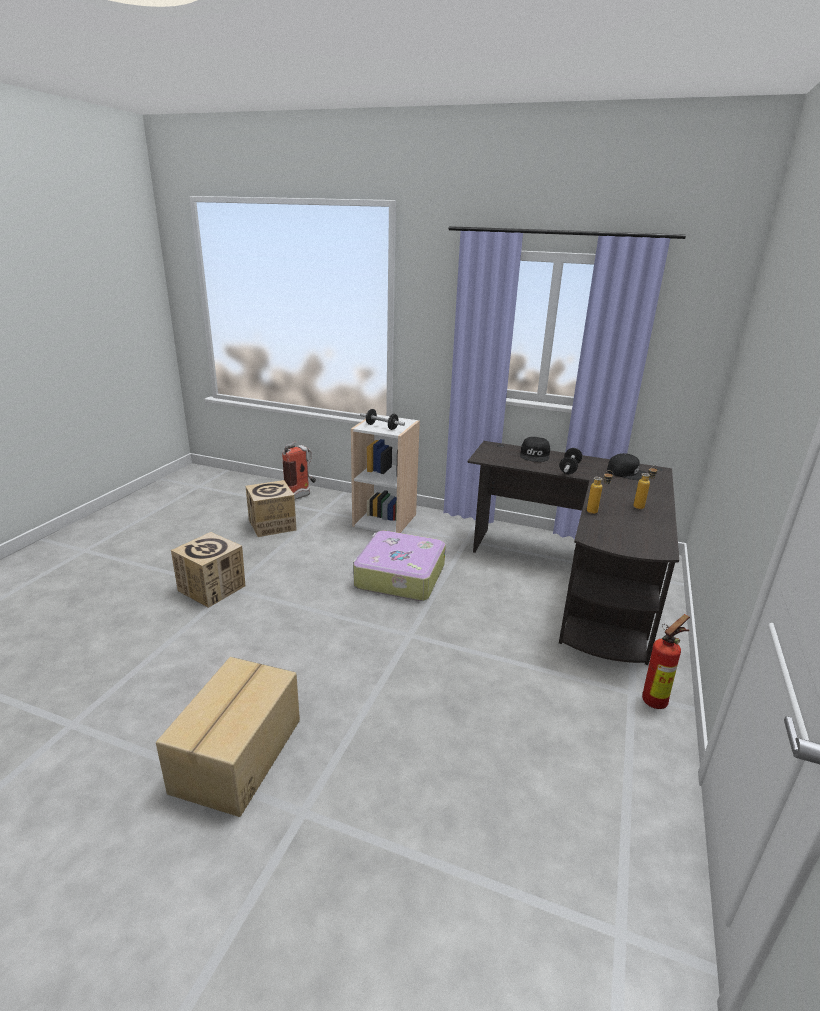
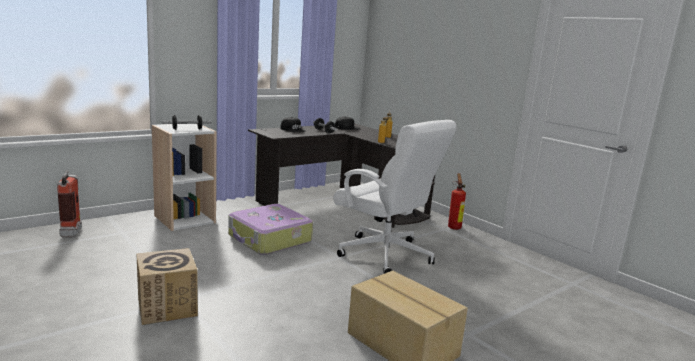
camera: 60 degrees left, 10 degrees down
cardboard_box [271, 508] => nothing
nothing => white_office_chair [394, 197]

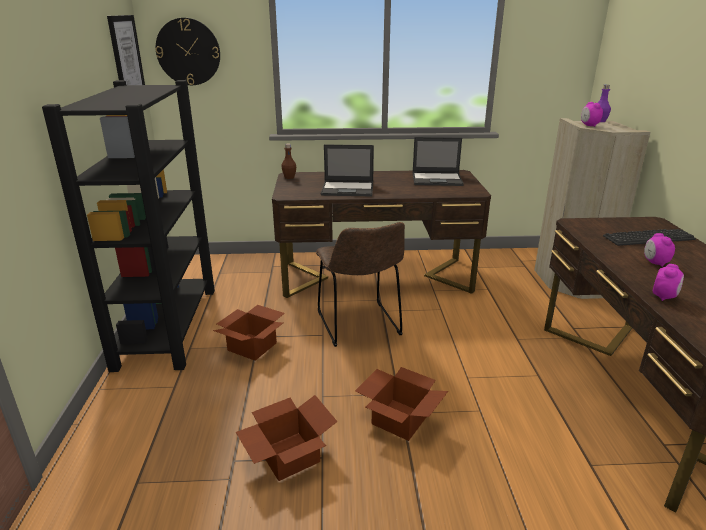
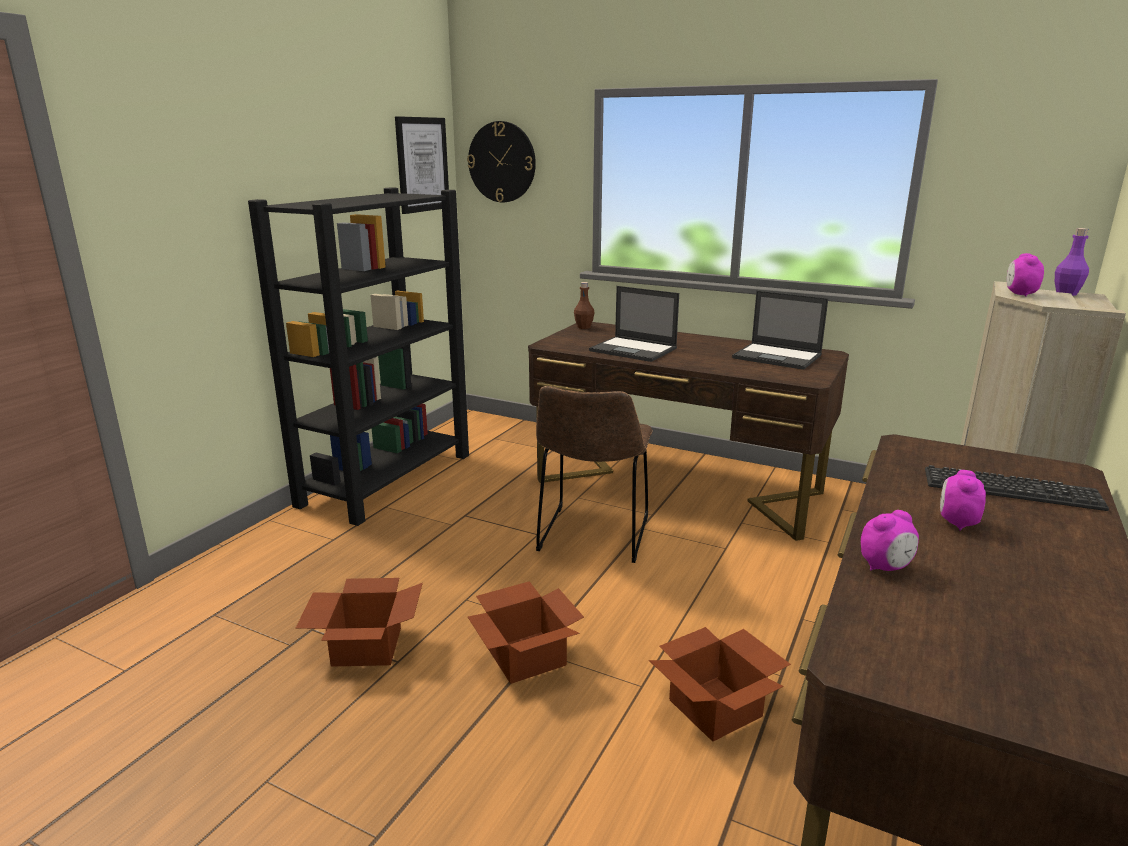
camera: 30 degrees right, 5 degrees down
cardboard_box [249, 333] => cardboard_box [720, 684], shifted

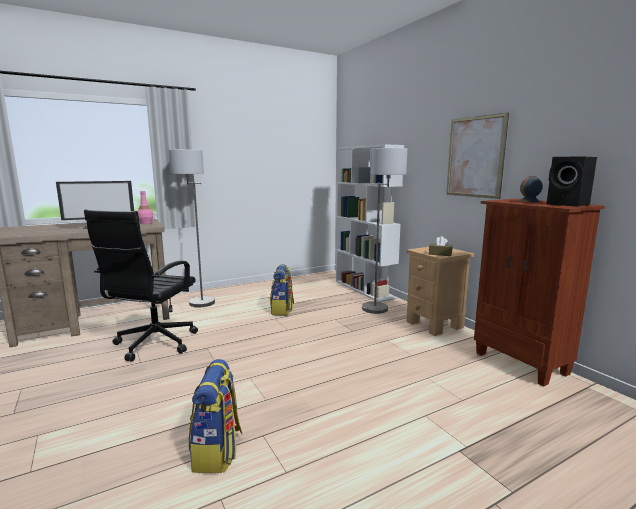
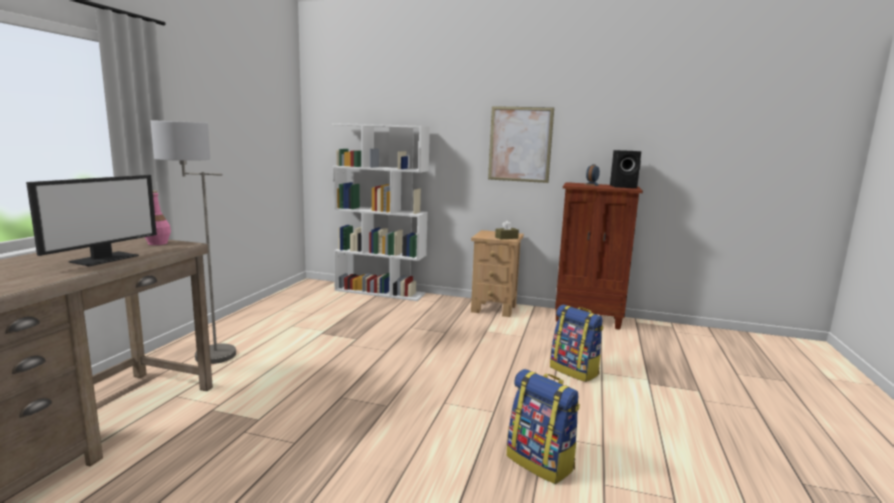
camera: 45 degrees left, 0 degrees up
black_office_chair [141, 285] => nothing
backpack [282, 289] => backpack [576, 343], shifted
grey_floor_lamp [384, 231] => nothing

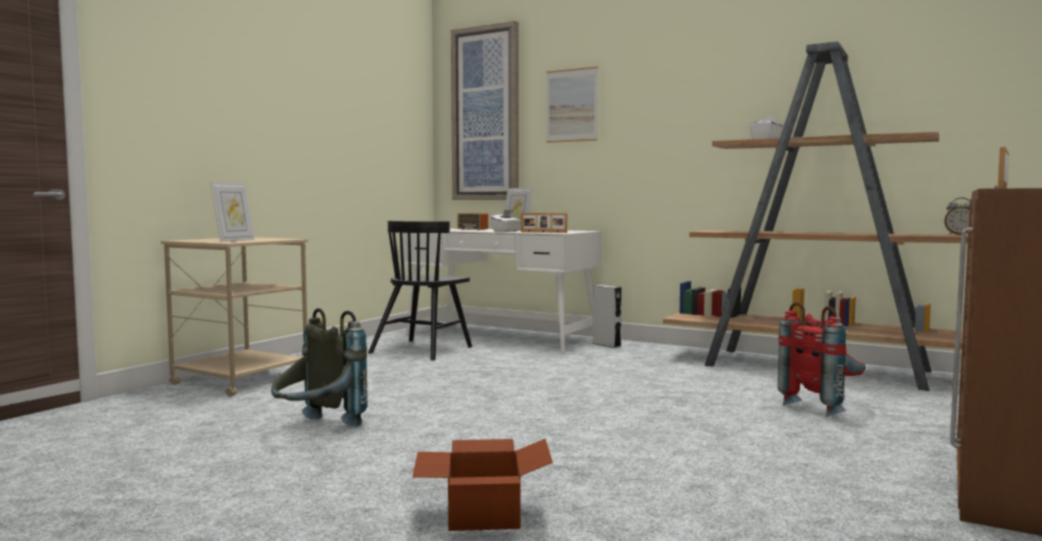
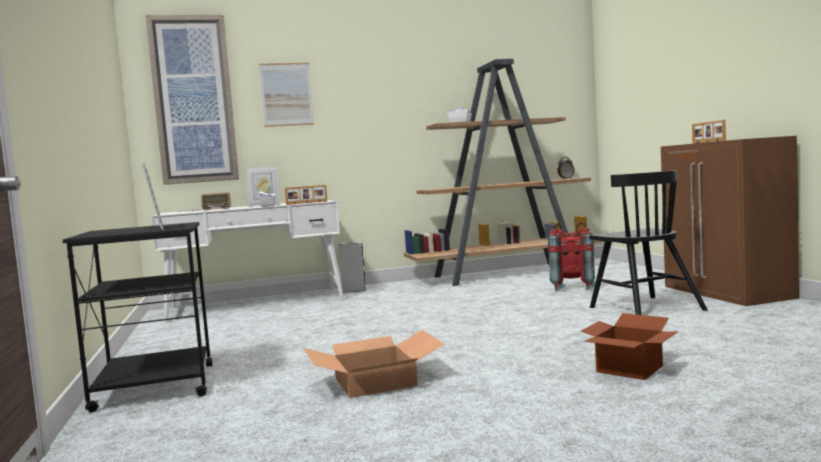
camera: 45 degrees left, 0 degrees up
beige_cart [234, 317] => black_cart [137, 317]
grey_backpack [319, 367] => cardboard_box [374, 364]
black_chair [420, 291] => black_chair [648, 242], shifted

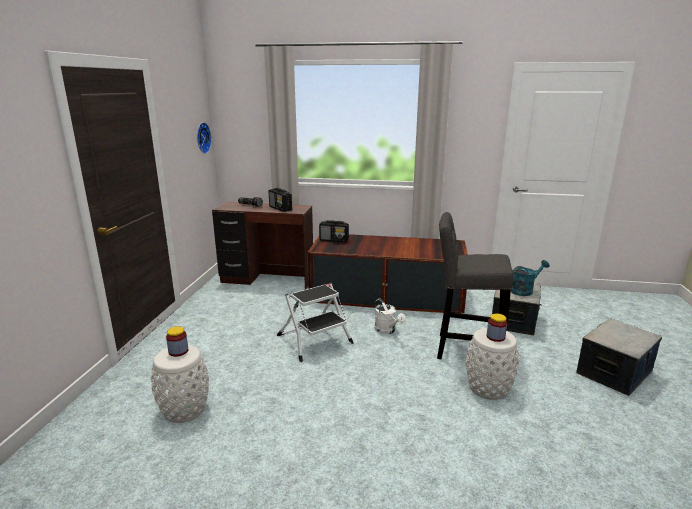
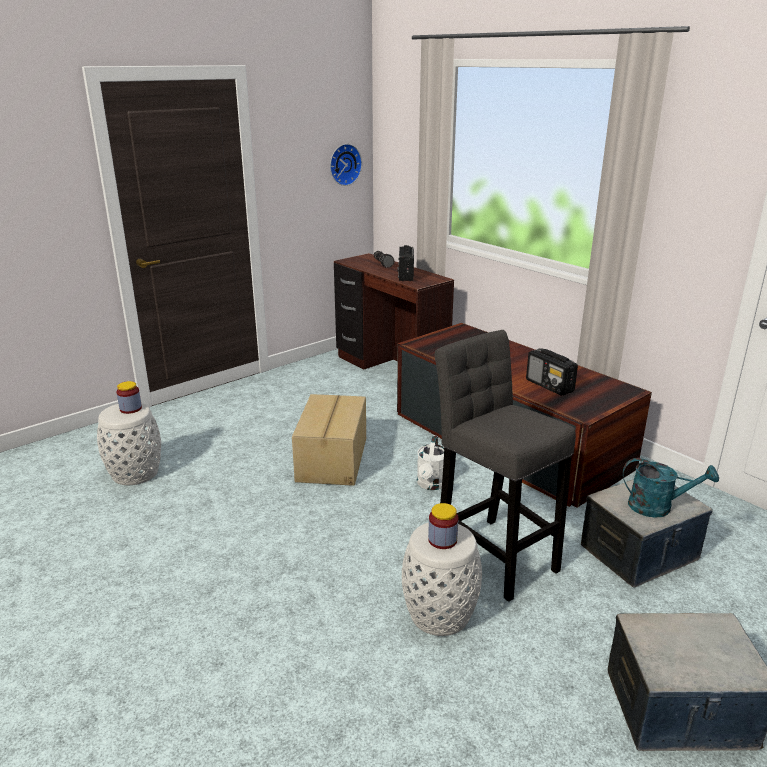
camera: 40 degrees right, 5 degrees up
step_ladder [315, 322] => cardboard_box [329, 440]
radio [334, 231] => radio [552, 372], shifted

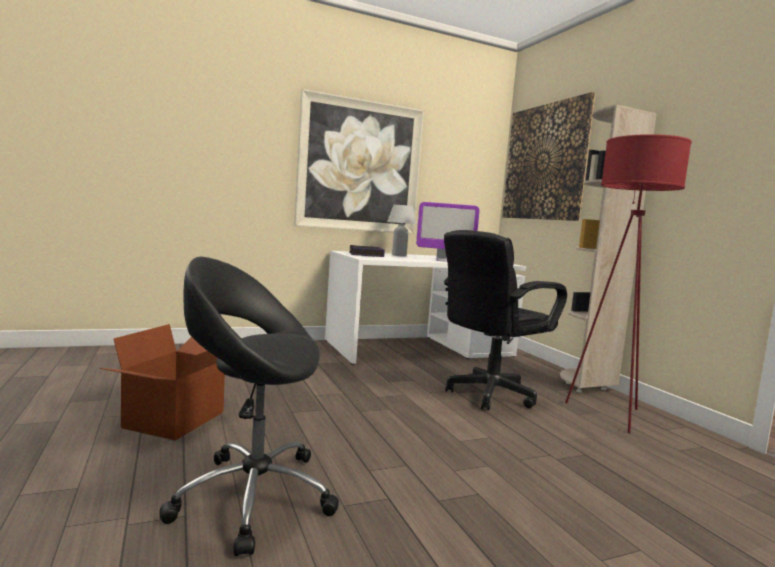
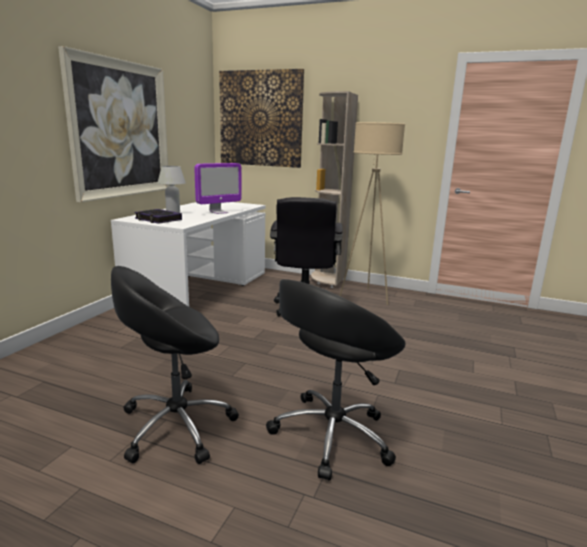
camera: 45 degrees left, 10 degrees up
cardboard_box [162, 382] => black_office_chair [175, 365]
red_floor_lamp [628, 283] => beige_floor_lamp [372, 213]

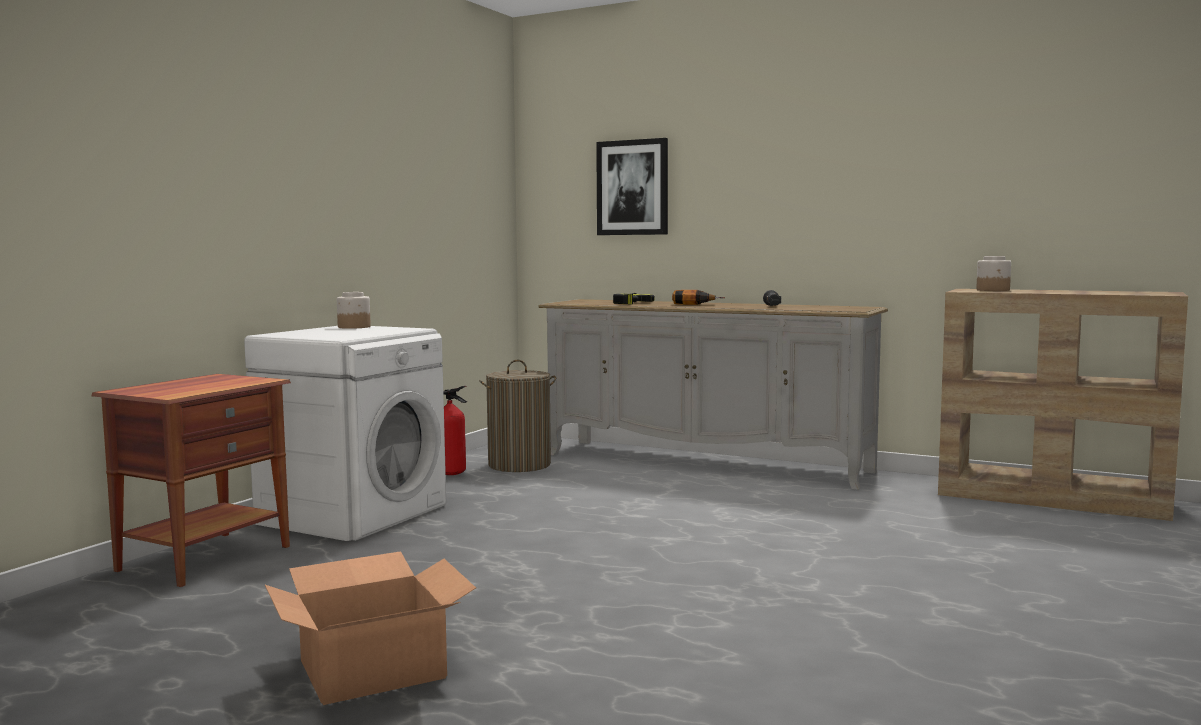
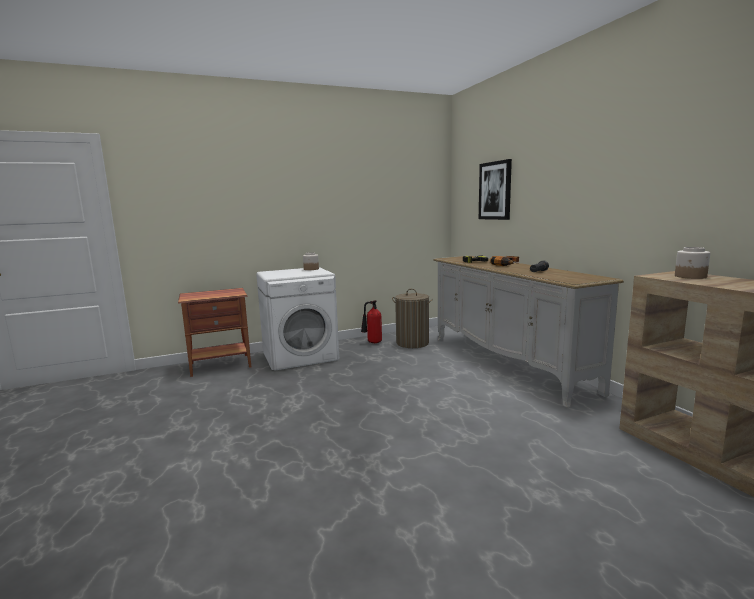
camera: 40 degrees right, 5 degrees up
cardboard_box [370, 628] => nothing

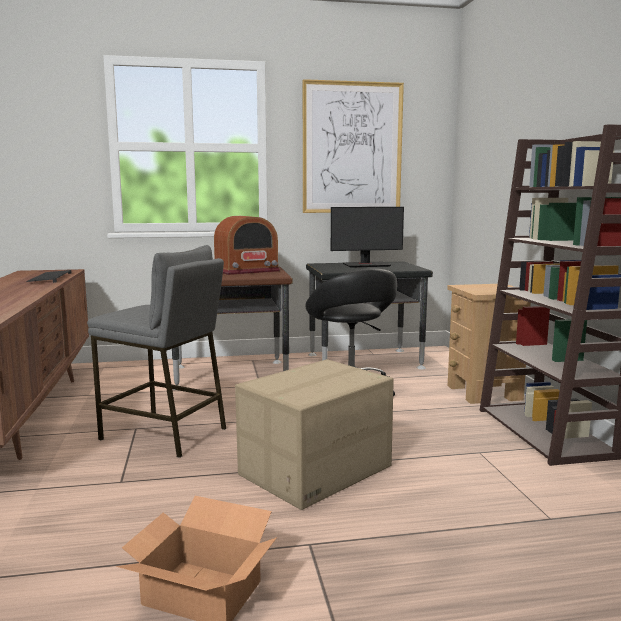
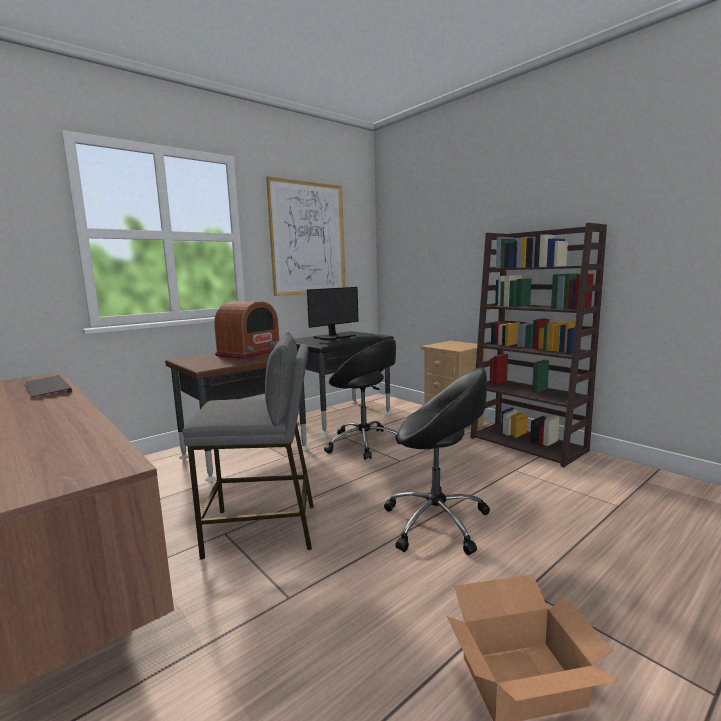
camera: 30 degrees left, 0 degrees up
cardboard_box [314, 434] => black_office_chair [437, 461]

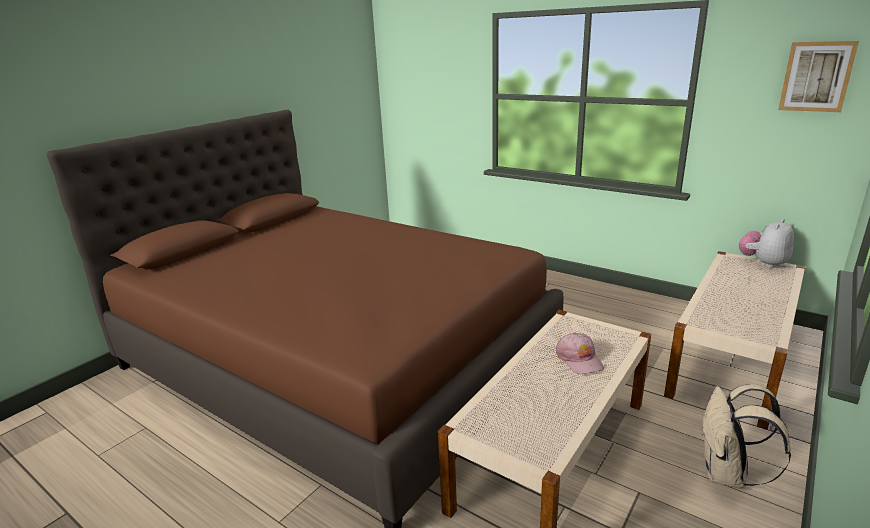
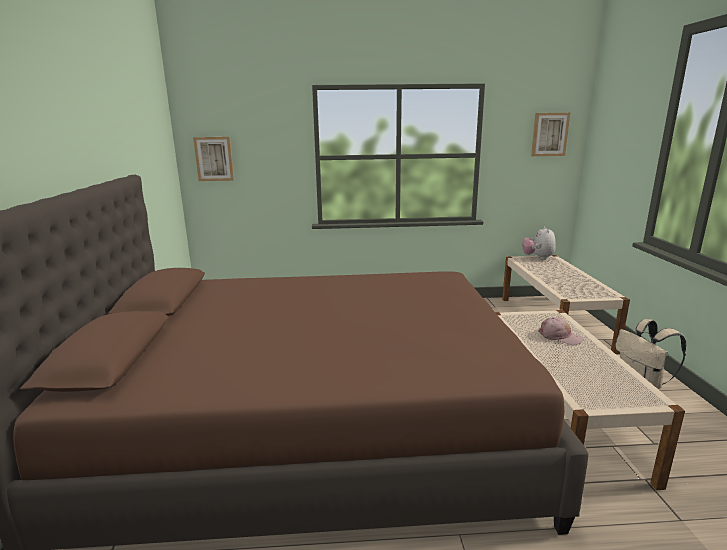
camera: 40 degrees left, 5 degrees down
nothing => picture [213, 159]

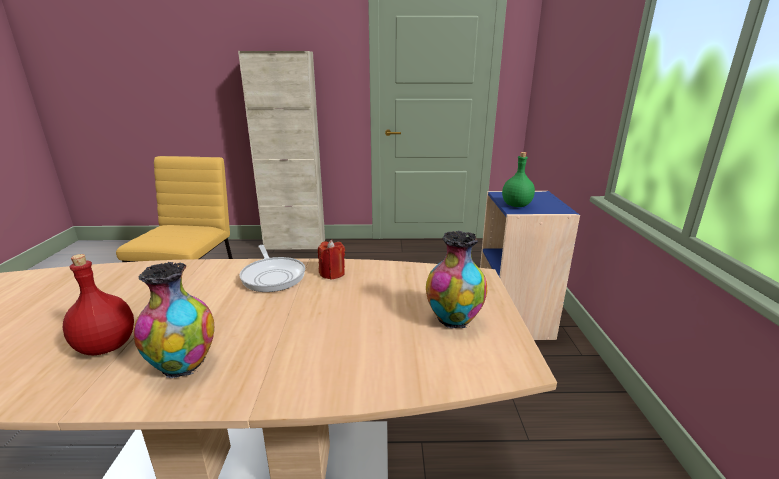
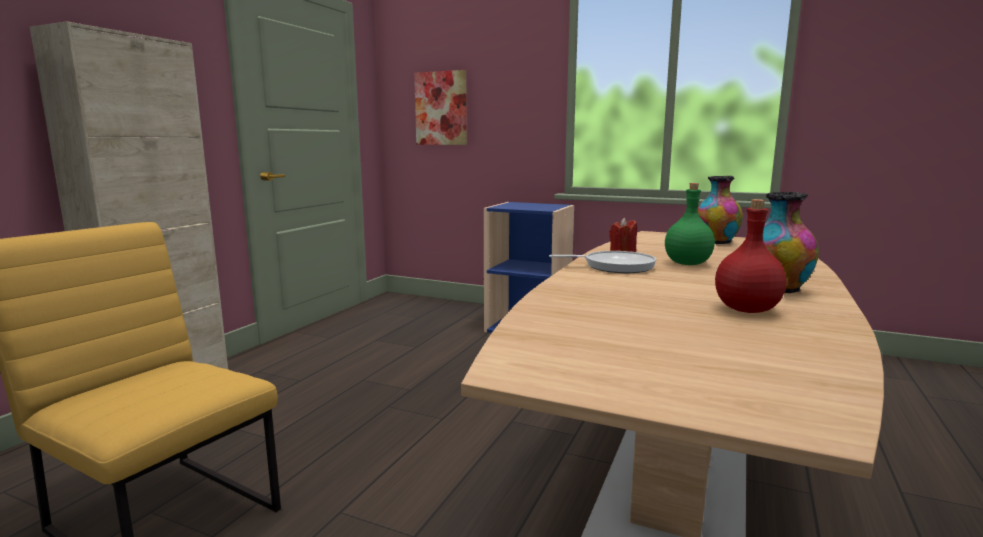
camera: 65 degrees left, 10 degrees down
green_bottle [518, 179] => green_bottle [690, 224], shifted
nothing => picture [440, 107]

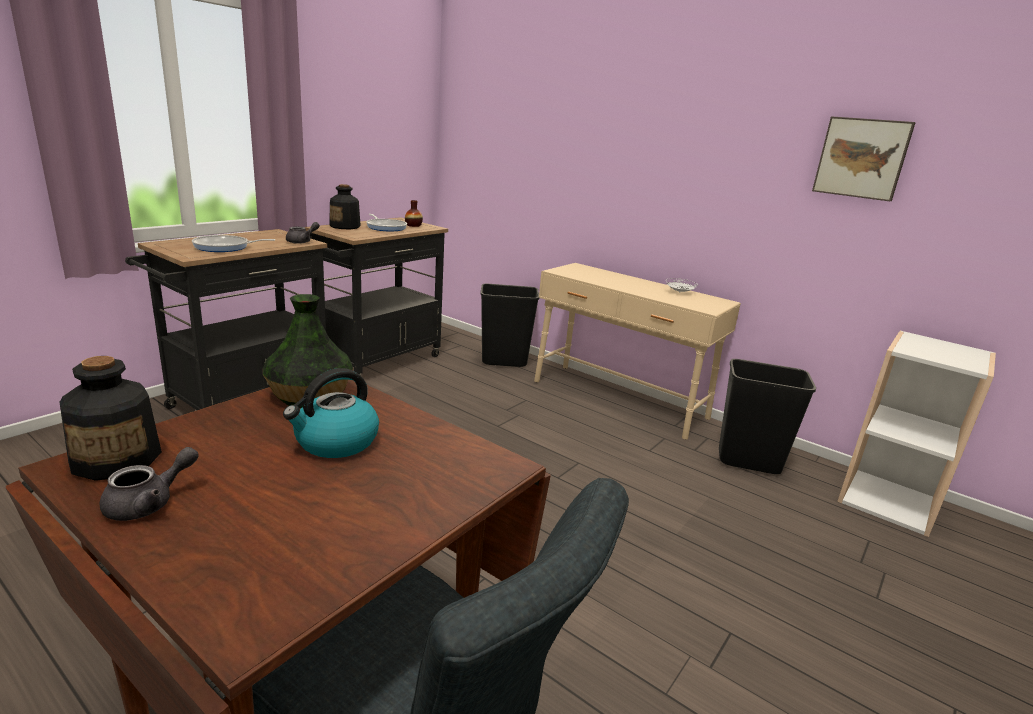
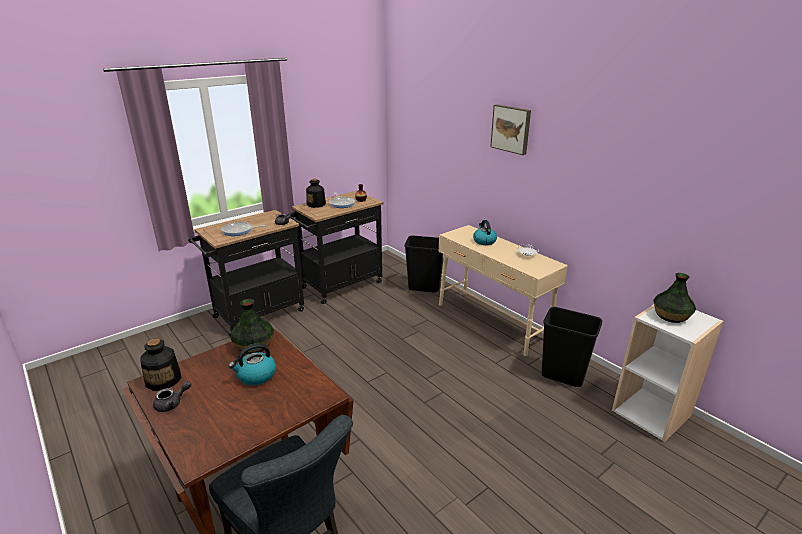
camera: 15 degrees right, 5 degrees up
picture [864, 158] => picture [510, 129], shifted
nothing => kettle [485, 232]
nothing => vase [674, 298]

